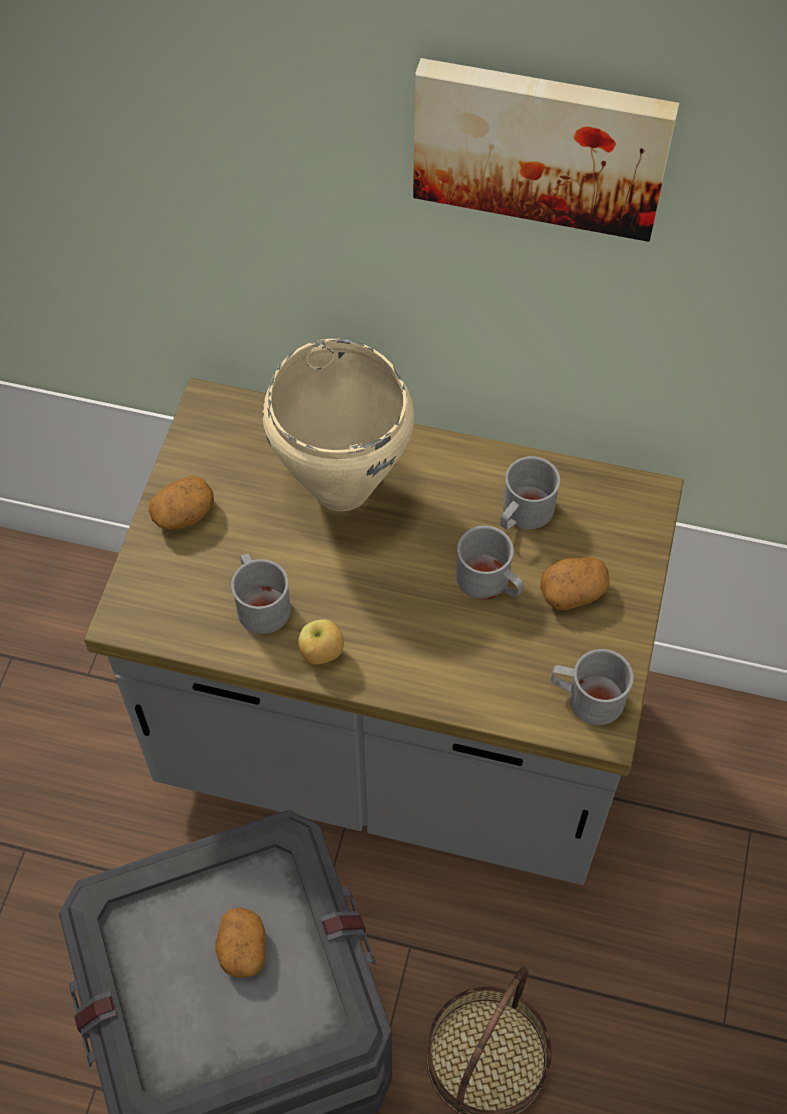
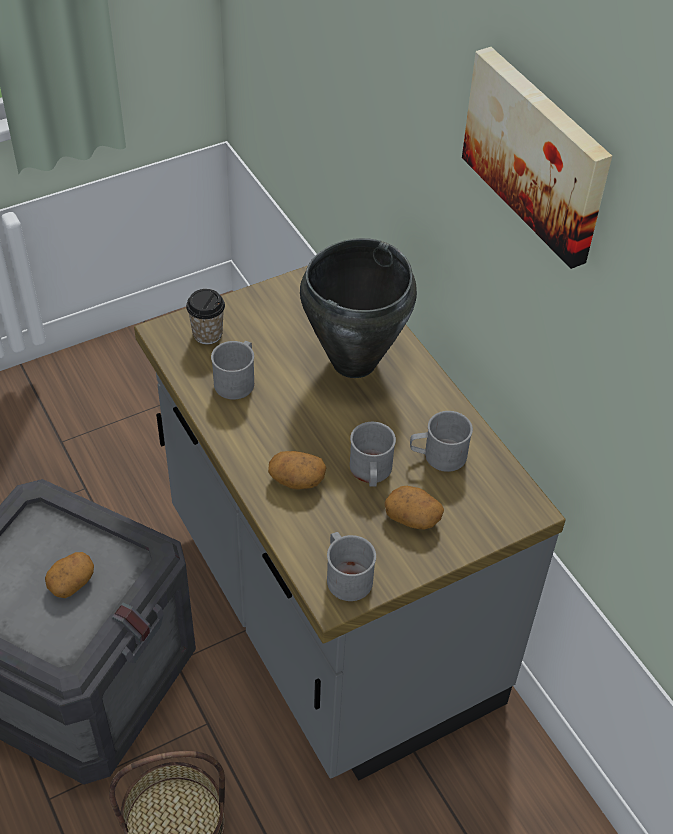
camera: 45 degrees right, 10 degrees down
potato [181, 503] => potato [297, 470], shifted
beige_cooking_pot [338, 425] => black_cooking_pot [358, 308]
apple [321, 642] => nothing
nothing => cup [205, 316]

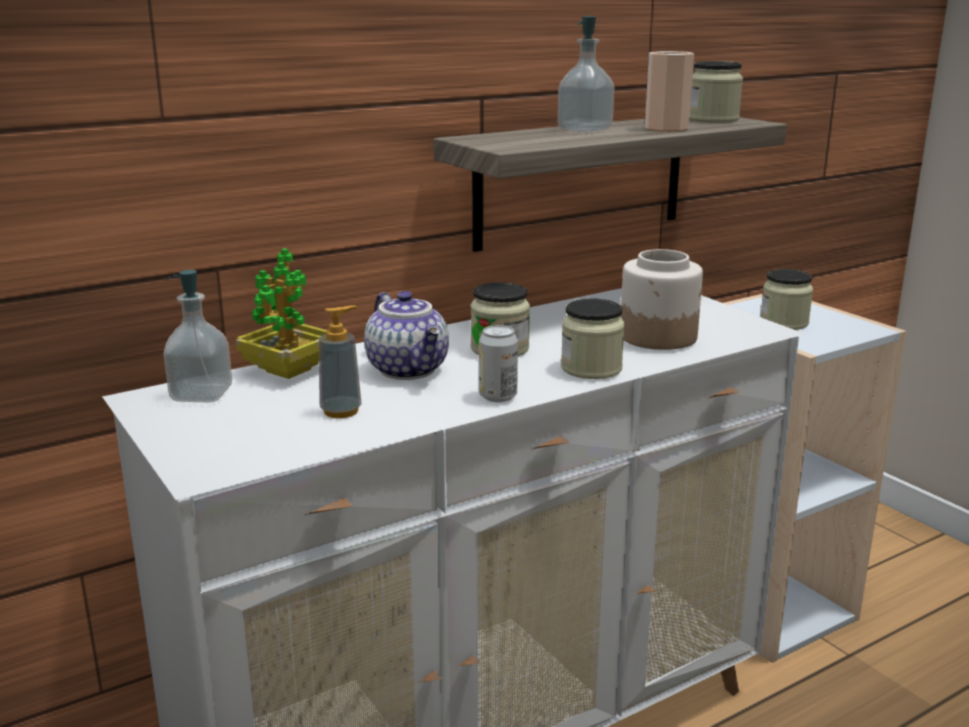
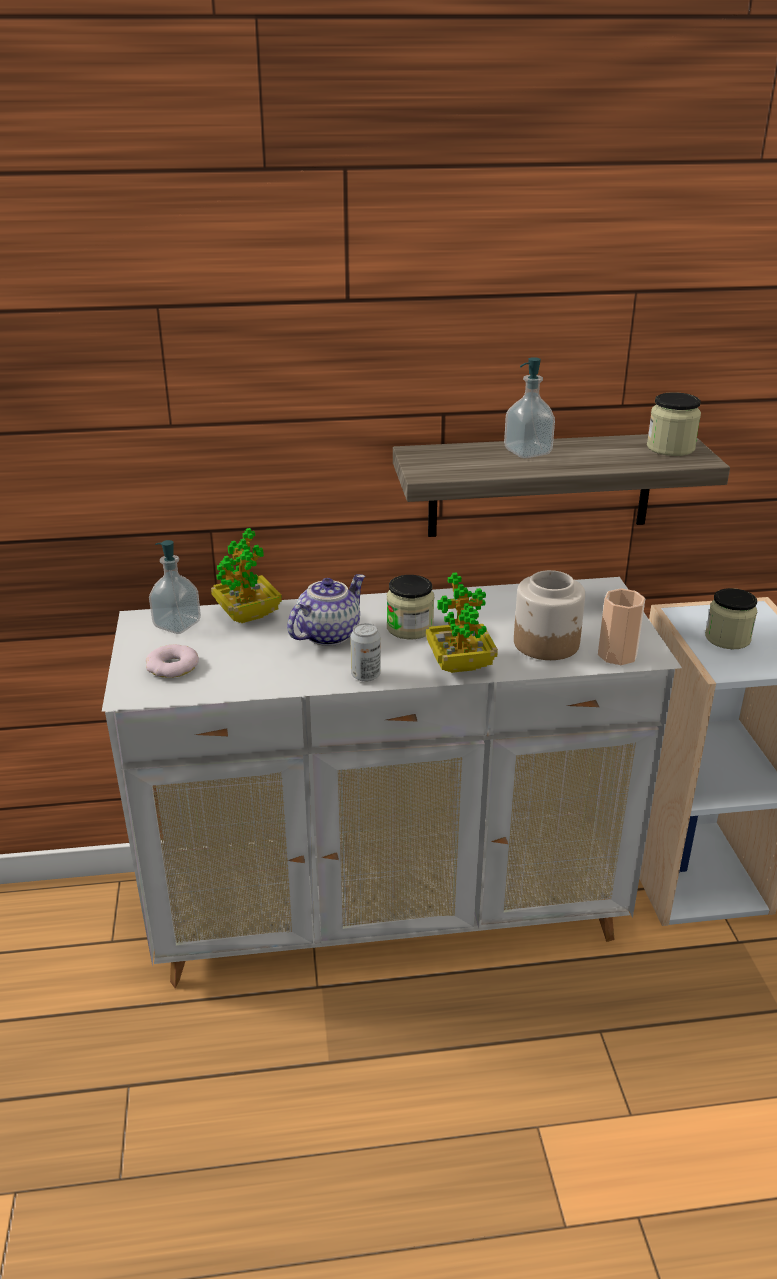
camera: 25 degrees right, 10 degrees up
soap_dispenser [340, 361] => nothing
teapot [406, 335] => teapot [326, 610], 135 degrees counterclockwise
jar [593, 338] => potted_plant [462, 623]
cup [669, 91] => cup [621, 626], shifted
nothing => donut [172, 661]

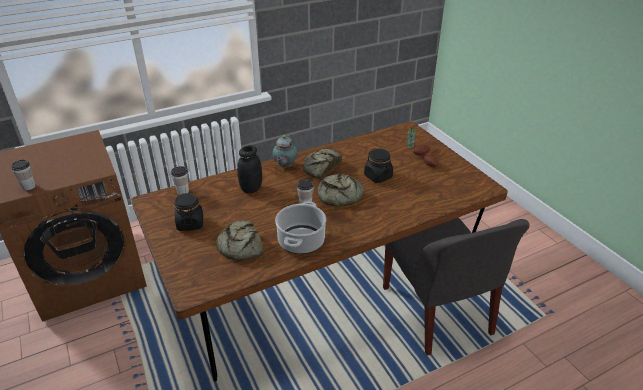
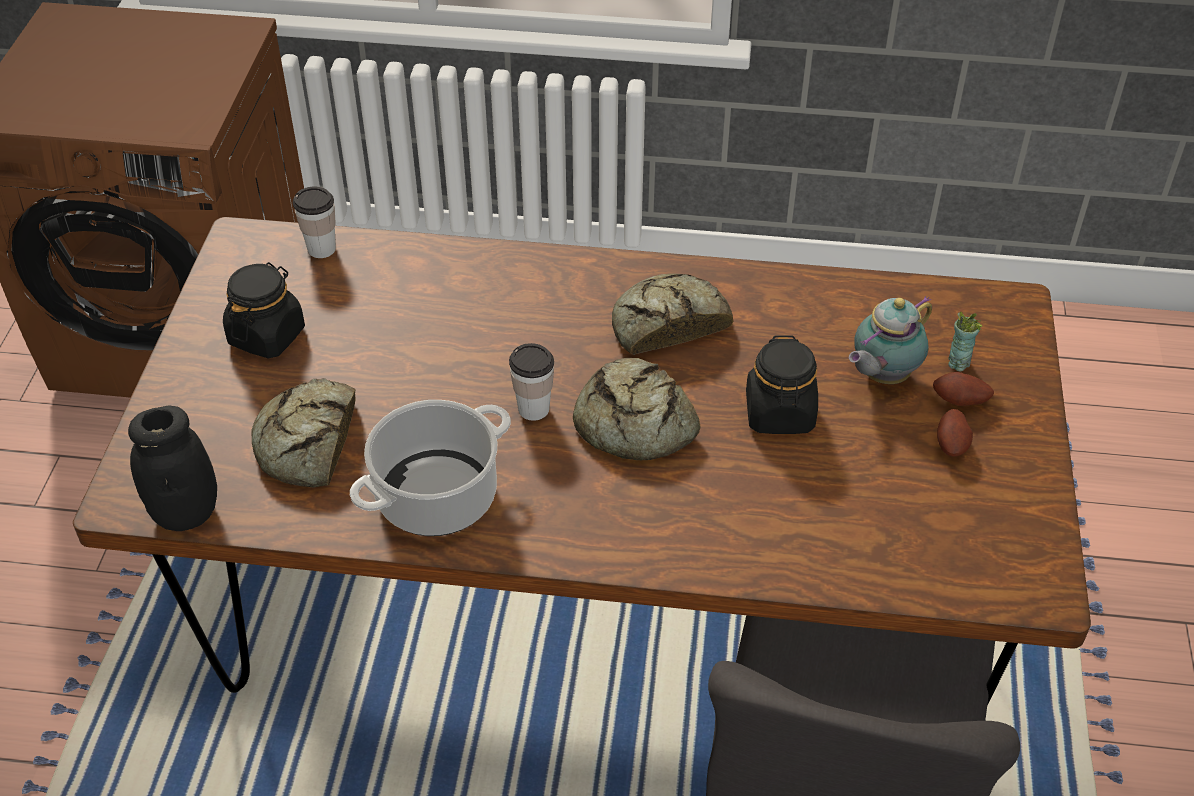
camera: 35 degrees right, 10 degrees up
cup [23, 175] => nothing
black_jar [249, 169] => black_jar [172, 468], shifted
teapot [285, 151] => teapot [890, 340], shifted

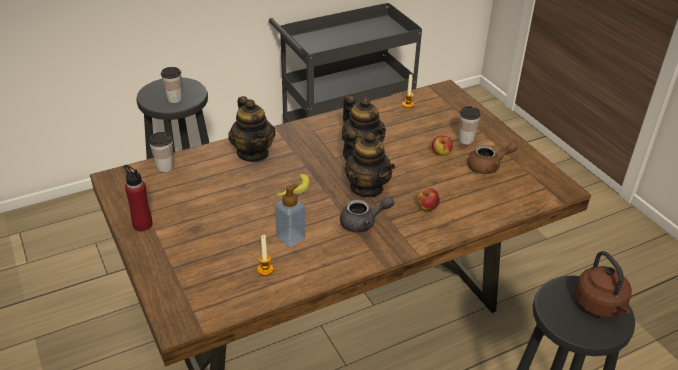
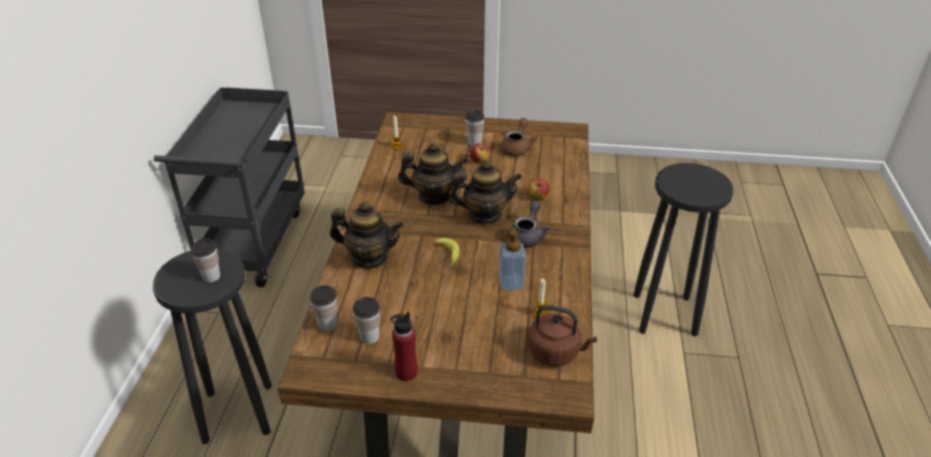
camera: 55 degrees left, 0 degrees up
brown_kettle [603, 284] => brown_kettle [562, 335], shifted
nothing => cup [366, 320]

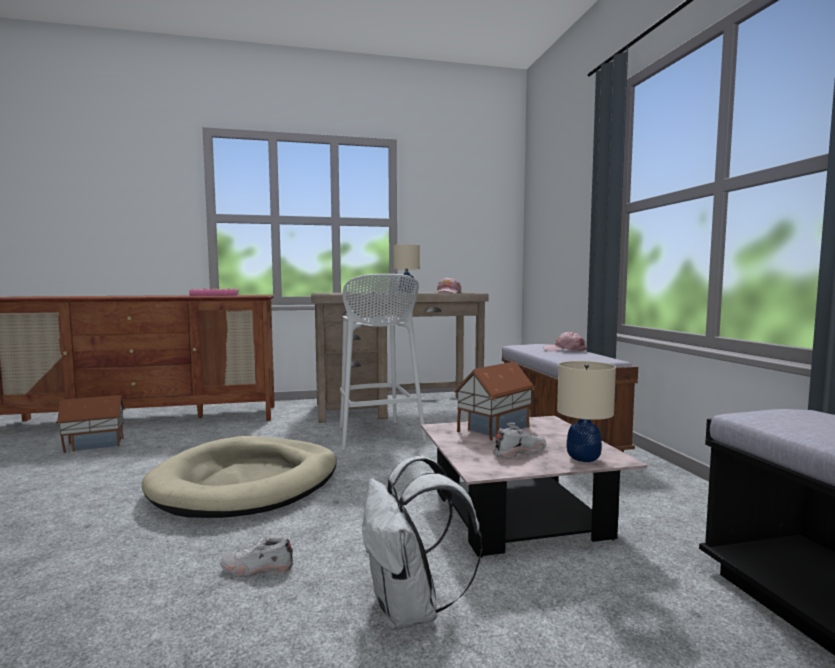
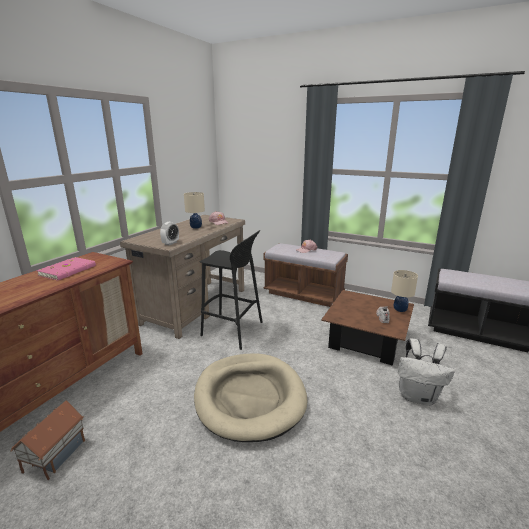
camera: 50 degrees left, 15 degrees up
white_shoe [257, 554] => nothing
white_stool [383, 362] => black_stool [231, 290]
pink_coffee_table [534, 486] => brown_coffee_table [367, 328]
toy_house [494, 401] => nothing
nothing => alarm_clock [169, 233]

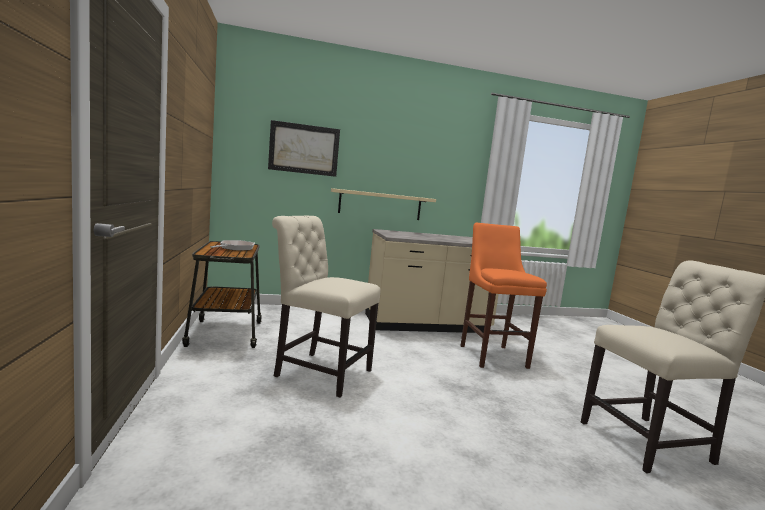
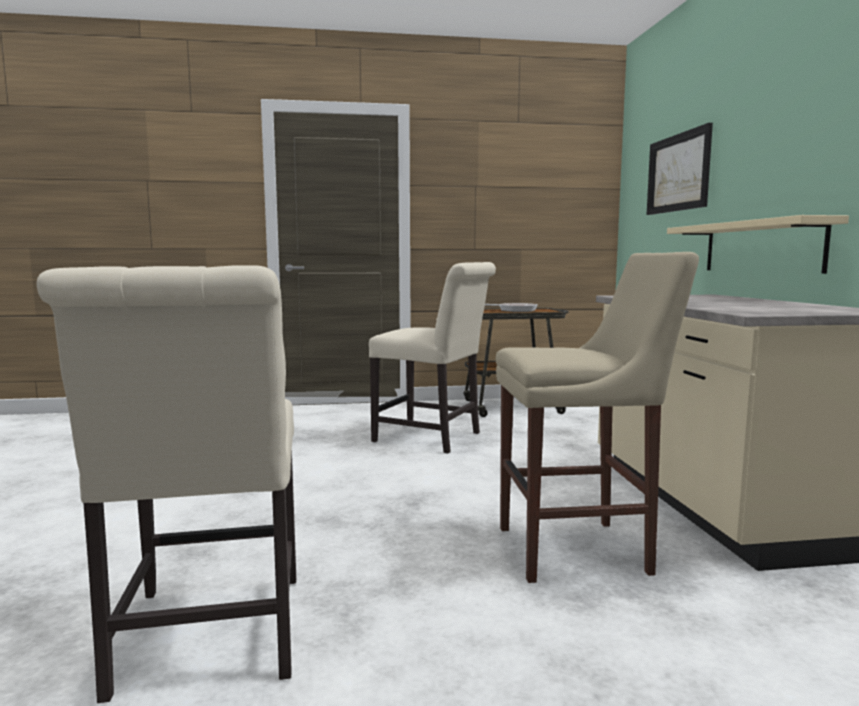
camera: 95 degrees right, 0 degrees up
beige_chair [326, 307] => beige_chair [432, 358], 90 degrees clockwise
orange_stool [503, 296] => beige_stool [597, 417]

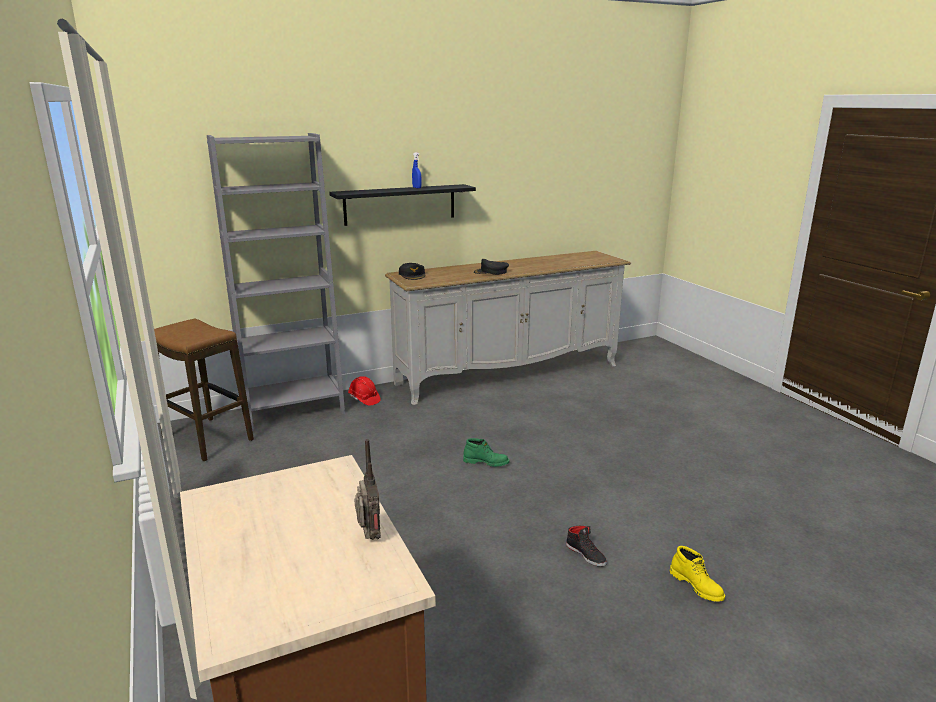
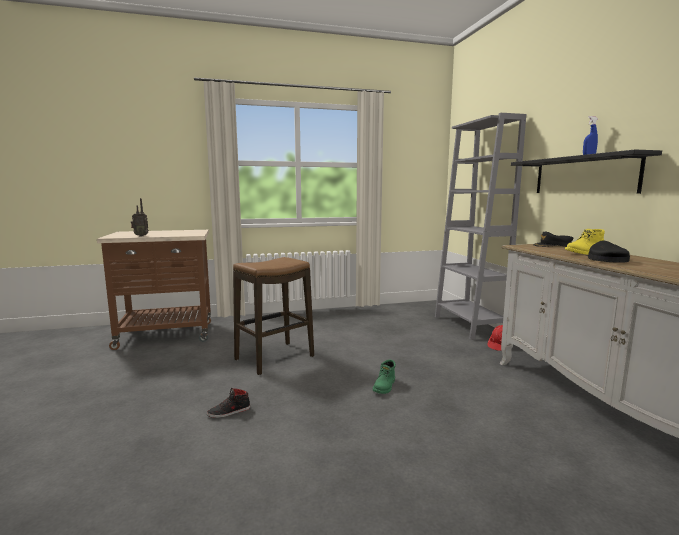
camera: 100 degrees right, 10 degrees down
stool [204, 390] => stool [273, 316], shifted
yellow_boot [697, 574] => yellow_boot [585, 242], shifted

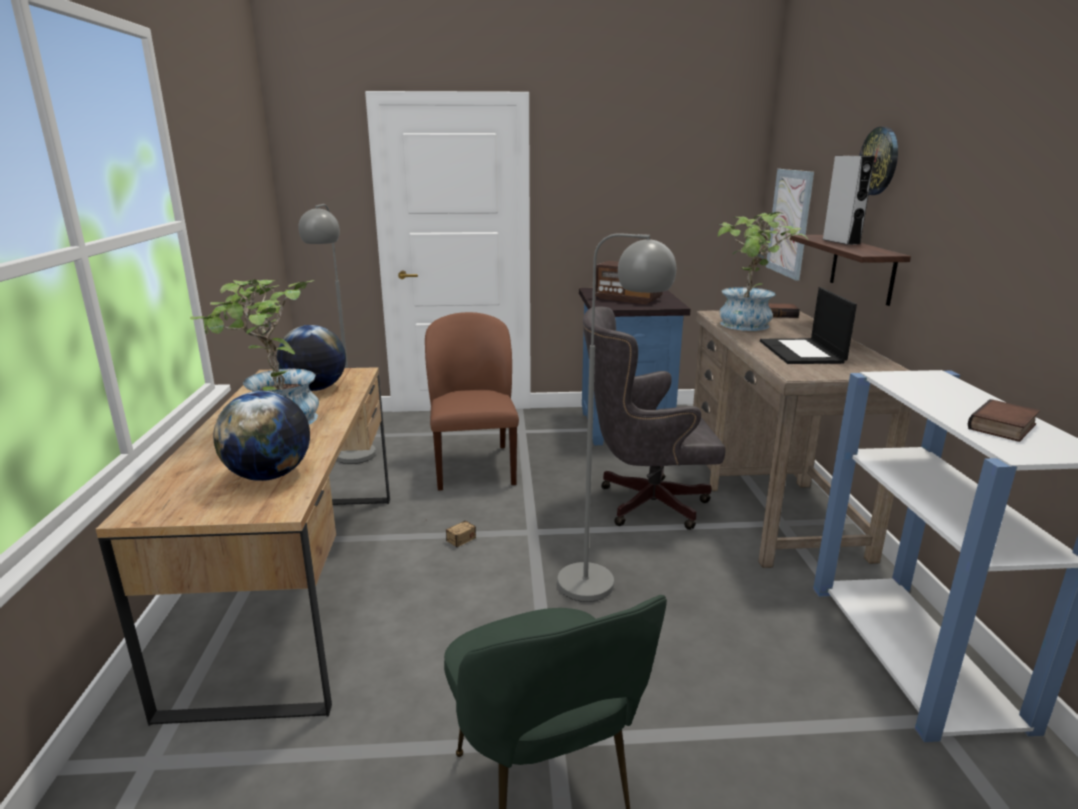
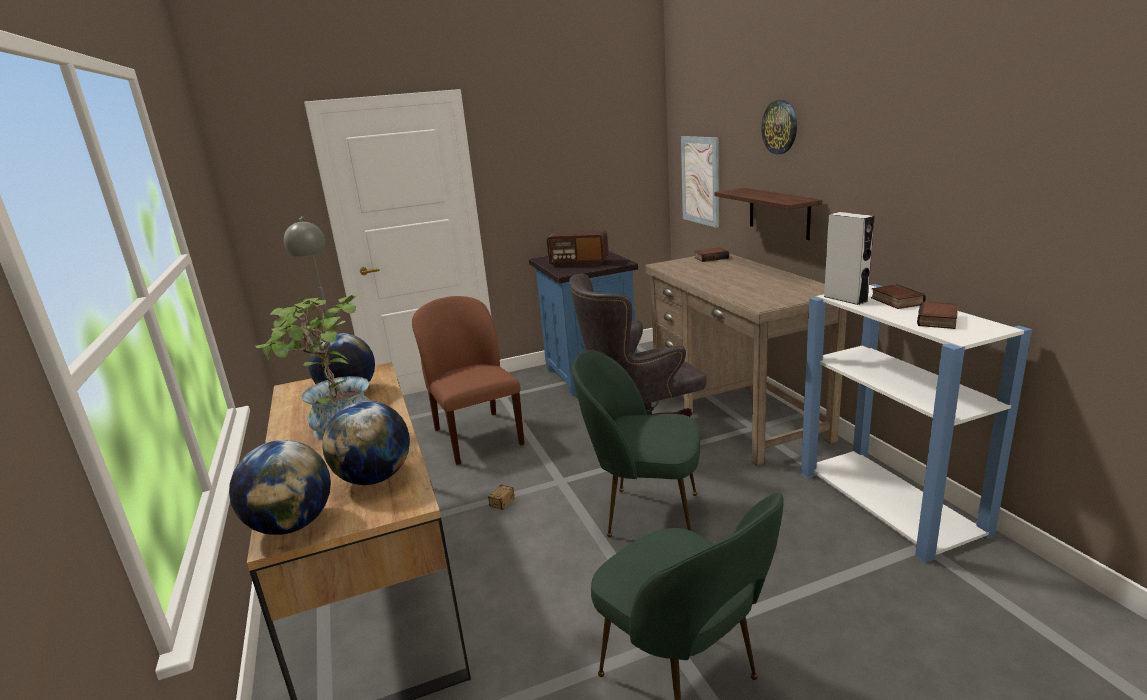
camera: 15 degrees left, 0 degrees up
grey_floor_lamp [616, 417] => green_chair [636, 443]
potted_plant [763, 271] => nothing
laptop [808, 325] => nothing
grey_speaker [849, 200] => grey_speaker [849, 258], shifted
nothing => globe [280, 487]
nothing => book [898, 296]

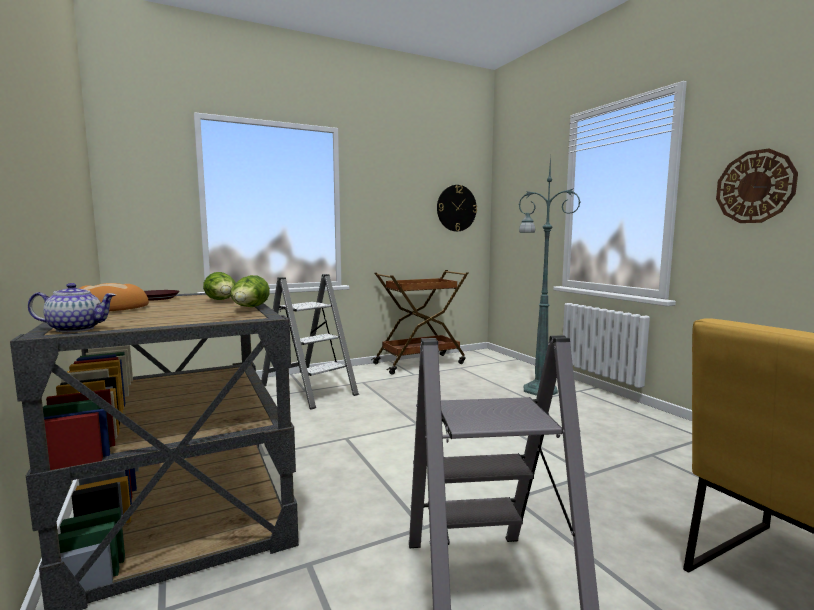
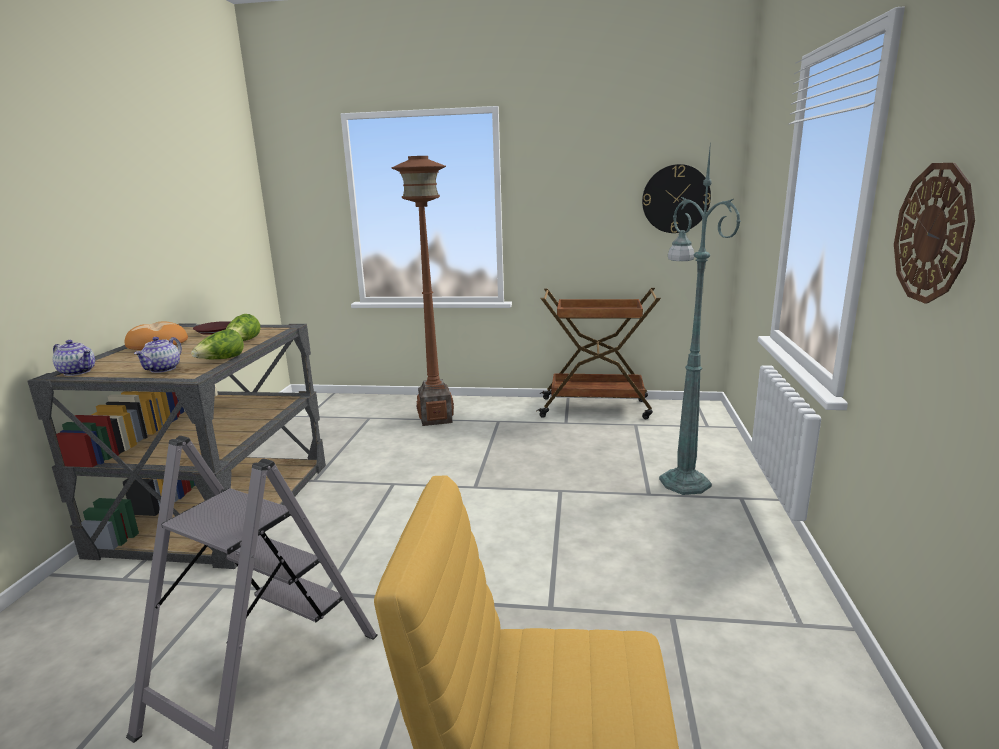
camera: 35 degrees right, 10 degrees up
grey_step_ladder [310, 342] => brown_floor_lamp [423, 291]
nothing => teapot [158, 355]

